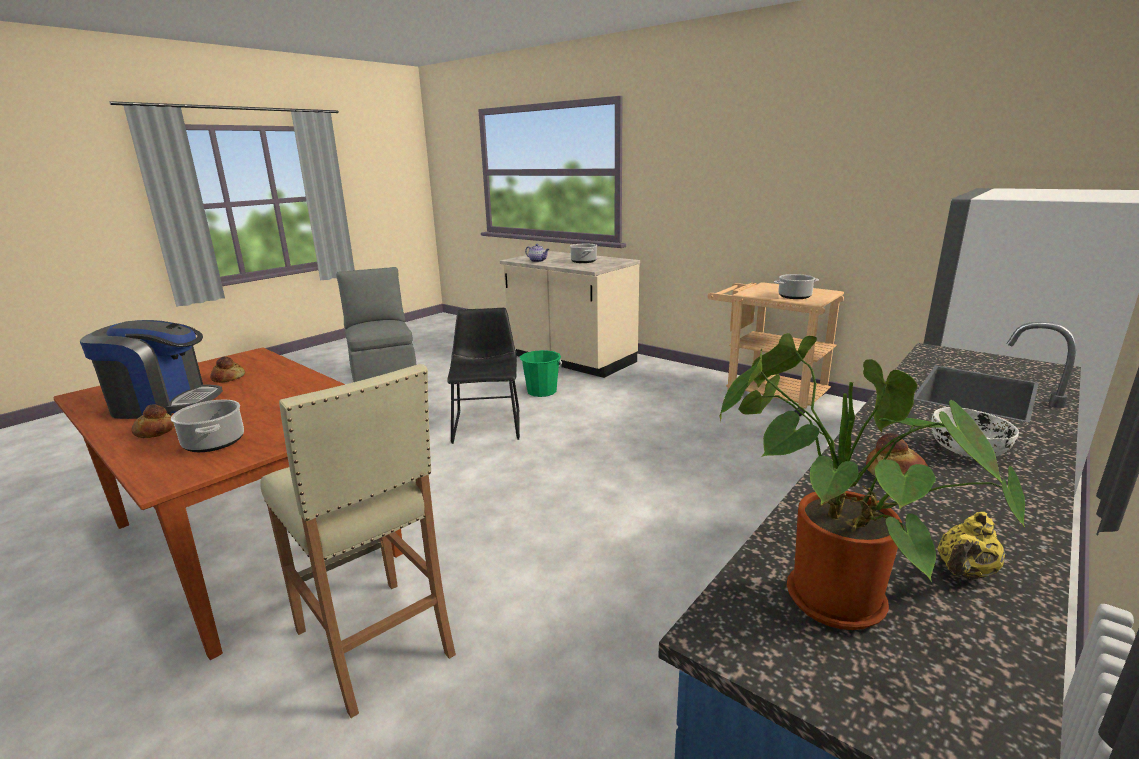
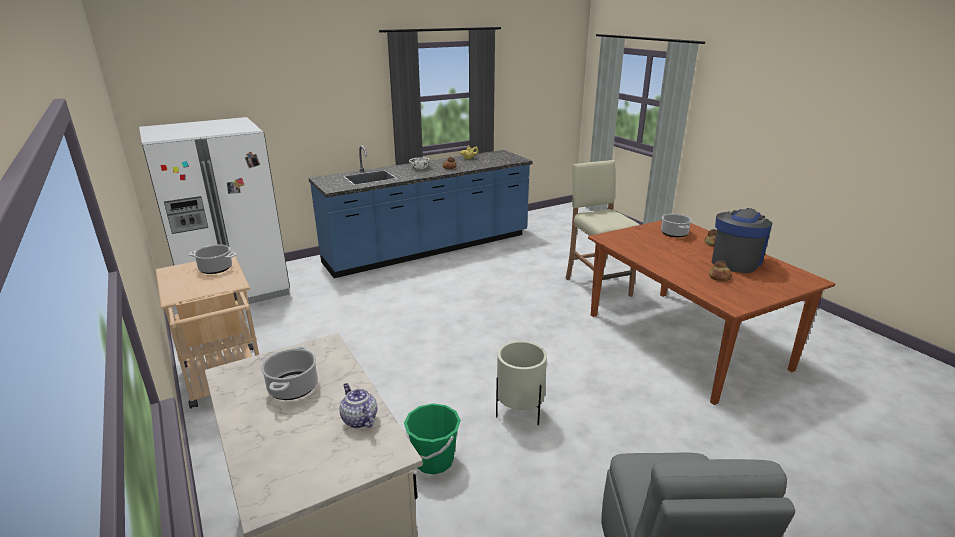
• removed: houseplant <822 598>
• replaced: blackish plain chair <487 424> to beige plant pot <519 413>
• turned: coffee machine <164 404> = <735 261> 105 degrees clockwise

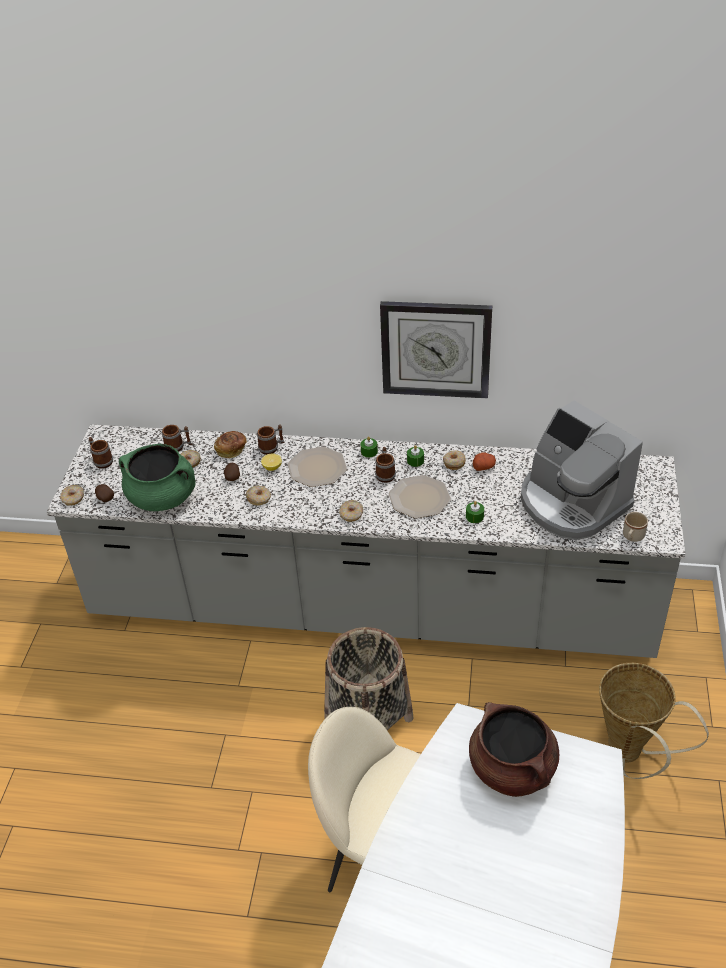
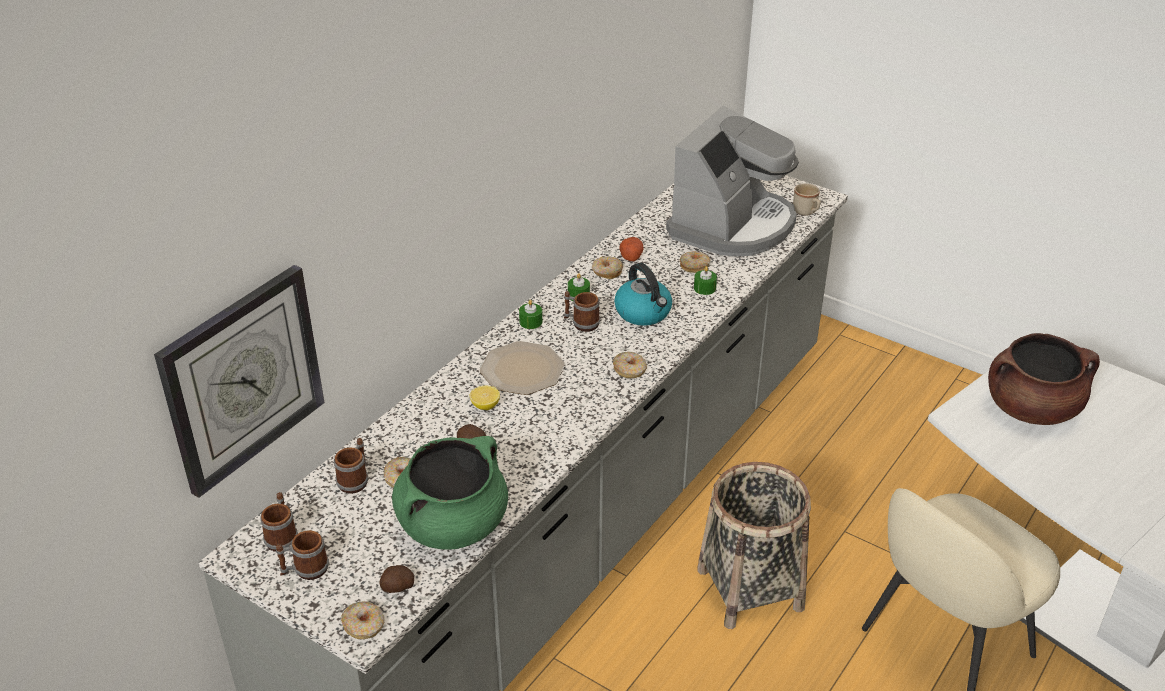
• removed: bread <231 450>
• removed: basket <630 756>
• moved: doughnut <259 498> to <694 266>
• moved: tea mug <272 447> to <282 536>
• moved: hanging clock <436 349> to <242 378>
• replaced: dinner plate <420 498> to tea kettle <644 313>
• turned: coffee machine <572 503> = <733 225> 45 degrees counterclockwise

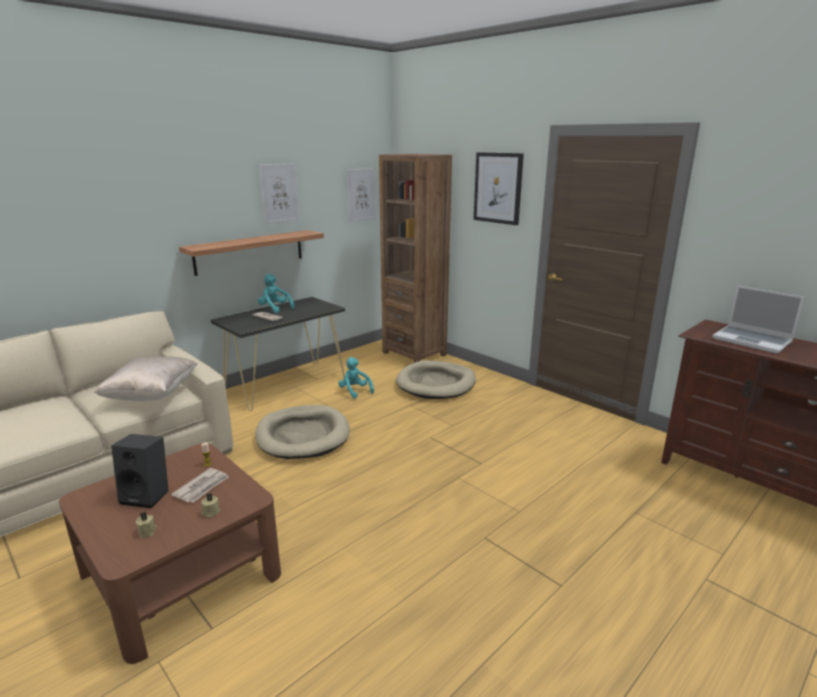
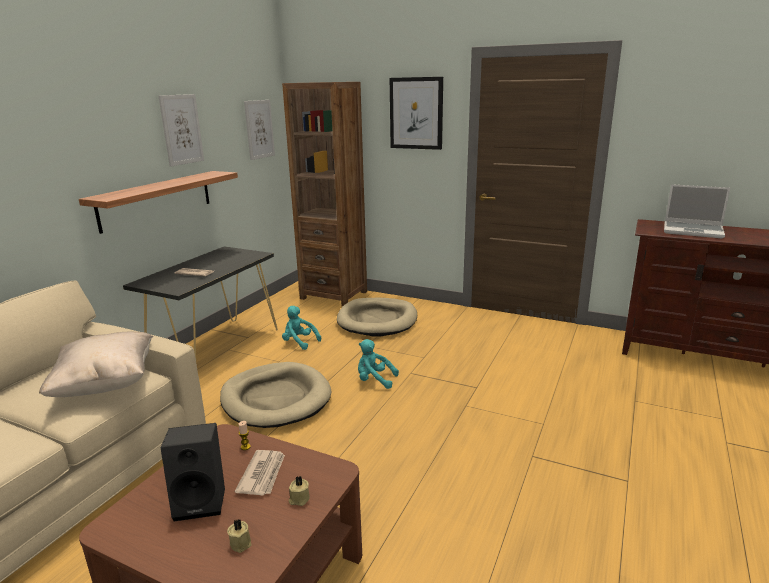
• moved: turquoise plush toy <275 309> to <374 380>

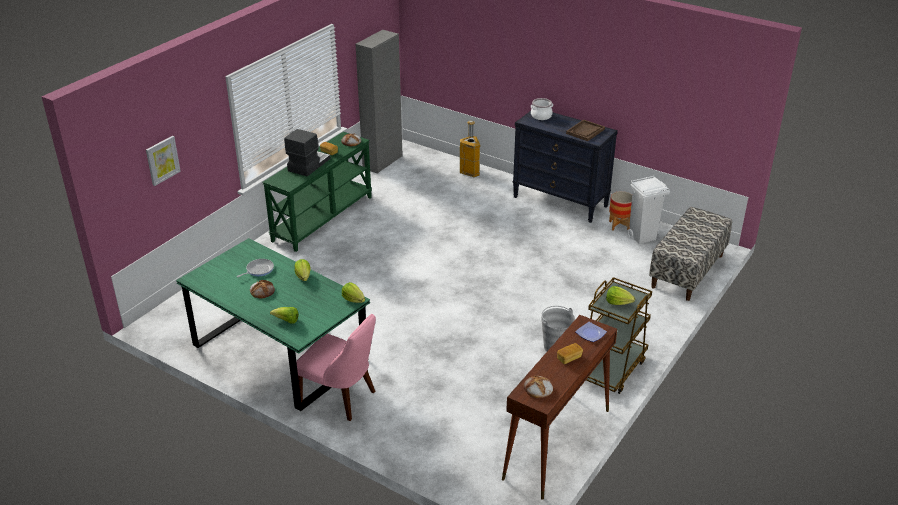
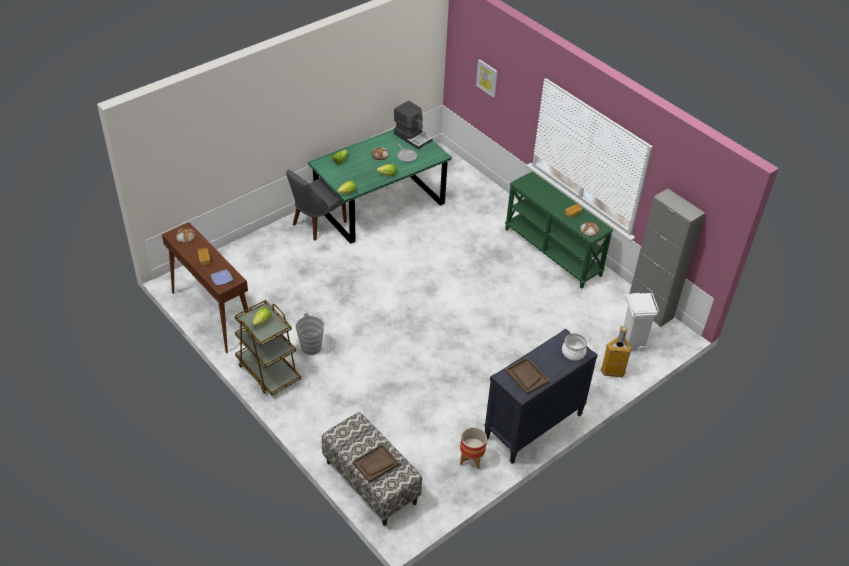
• added: brown serving tray <376 464>
• moved: coffee machine <308 165> to <412 137>
• moved: whitish trash can <642 237> to <632 344>
• recoloured: pinkish plain chair <340 398> to grey plain chair <317 224>

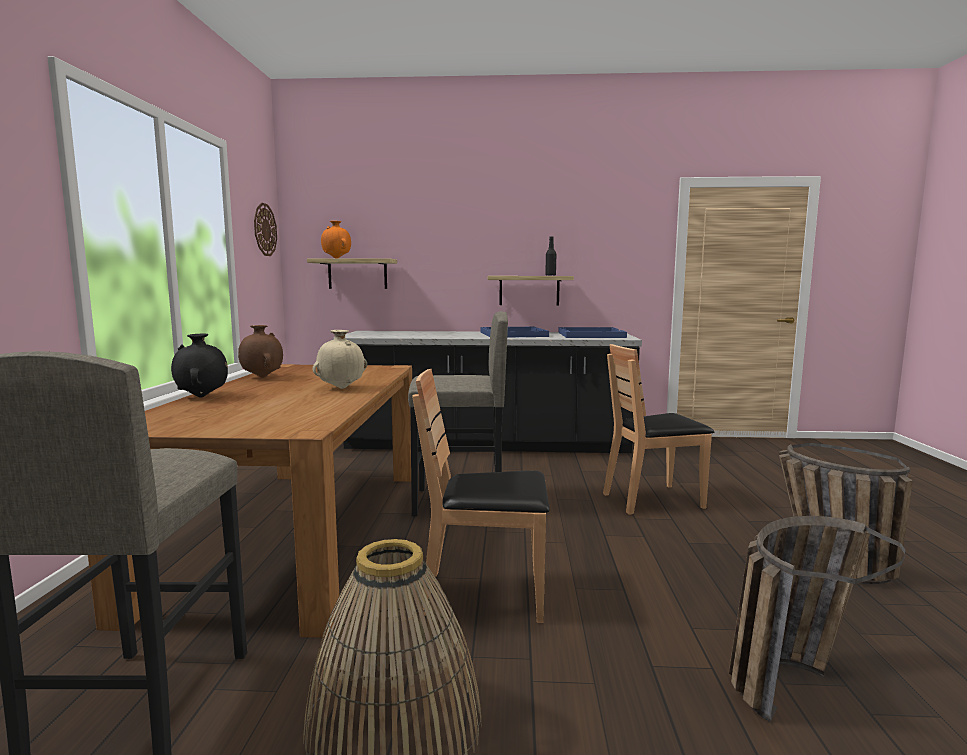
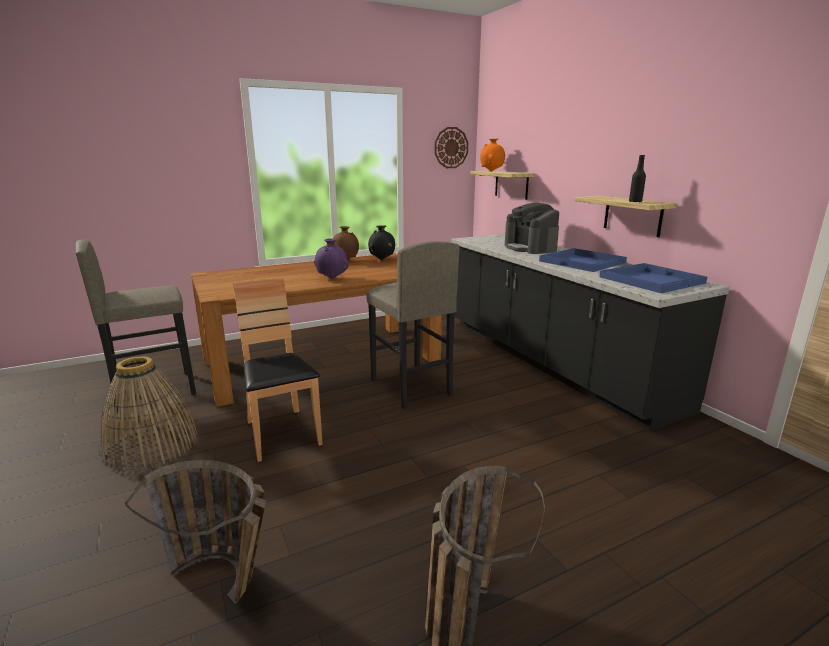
• removed: brown plain chair <653 500>
• added: coffee machine <530 248>
• moved: blackish vase <202 397> to <382 259>
• recoloured: beige vase <341 388> to purple-coloured vase <332 278>

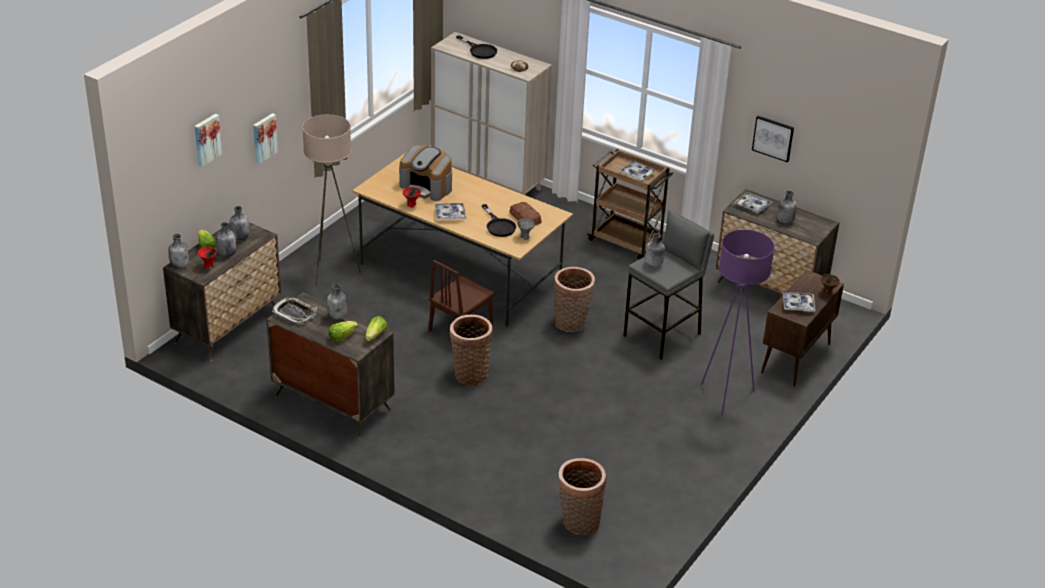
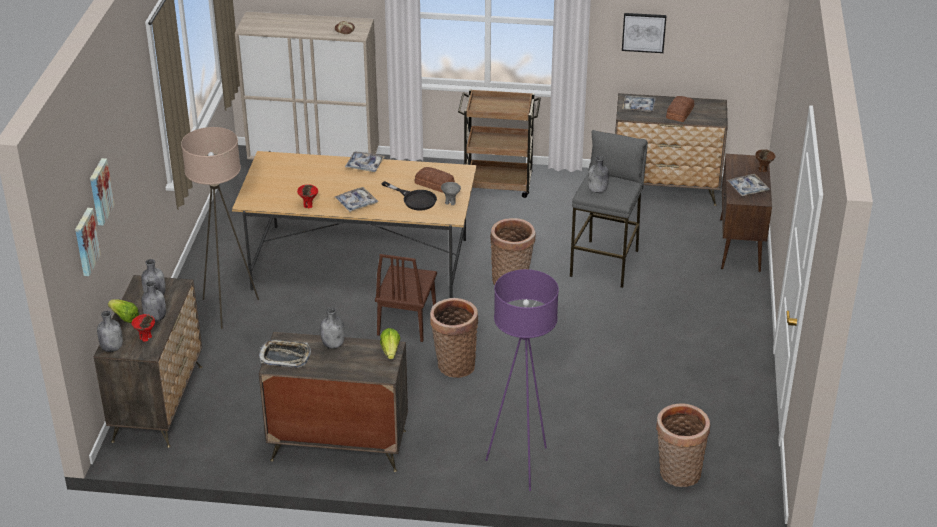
• removed: lettuce head <342 337>
• removed: coffee machine <427 187>
• removed: blackish skillet <480 50>
• moved: wall picture <264 138> to <85 241>
• moved: serving tray <637 174> to <364 165>
• moved: purple-coloured standing lamp <726 396> to <521 465>
• replaced: grey beverage bottle <784 221> to bread <679 113>

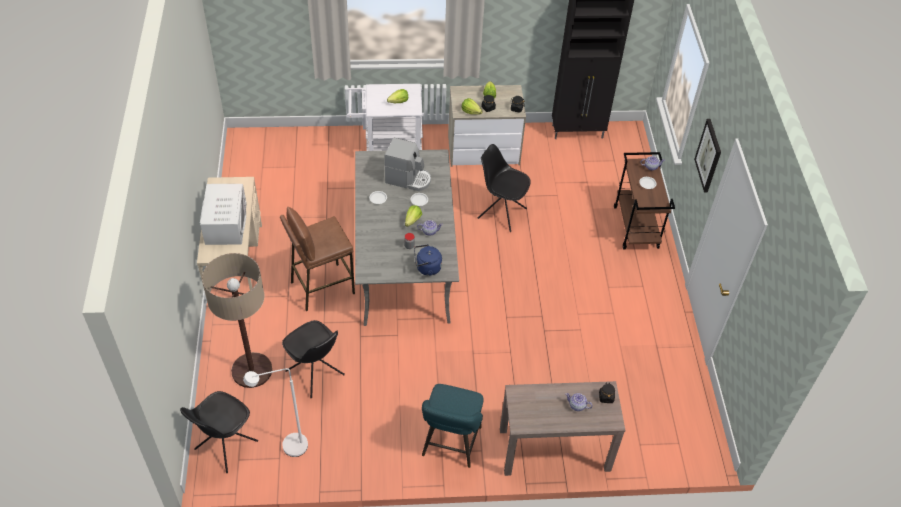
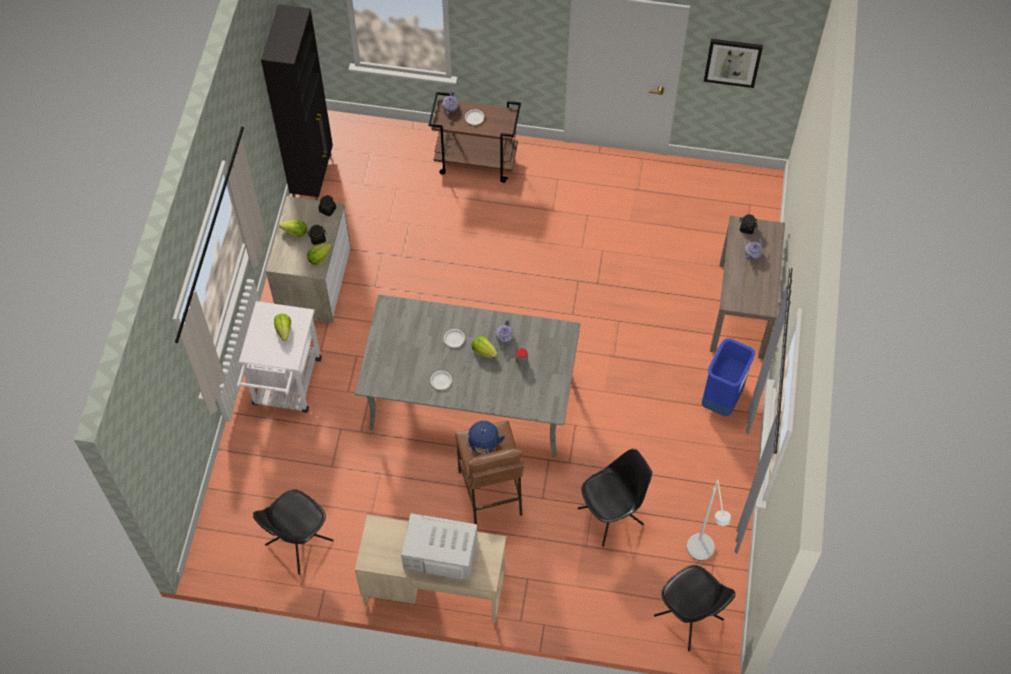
• removed: standing lamp <252 370>
• removed: coffee machine <408 179>
• moved: bluish tea kettle <427 268> to <483 444>
• moved: blackish plain chair <501 213> to <298 543>
• moved: wall picture <708 155> to <732 62>
• replaced: turquoise stool seat <450 444> to bluish trash can <721 399>

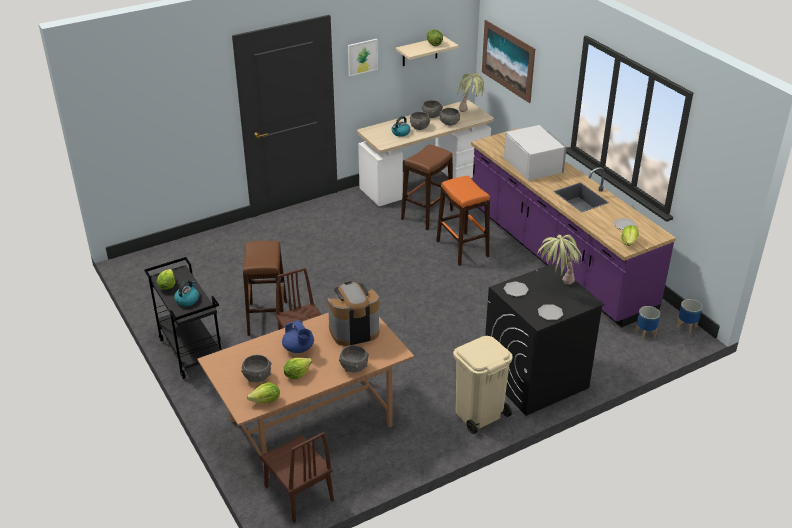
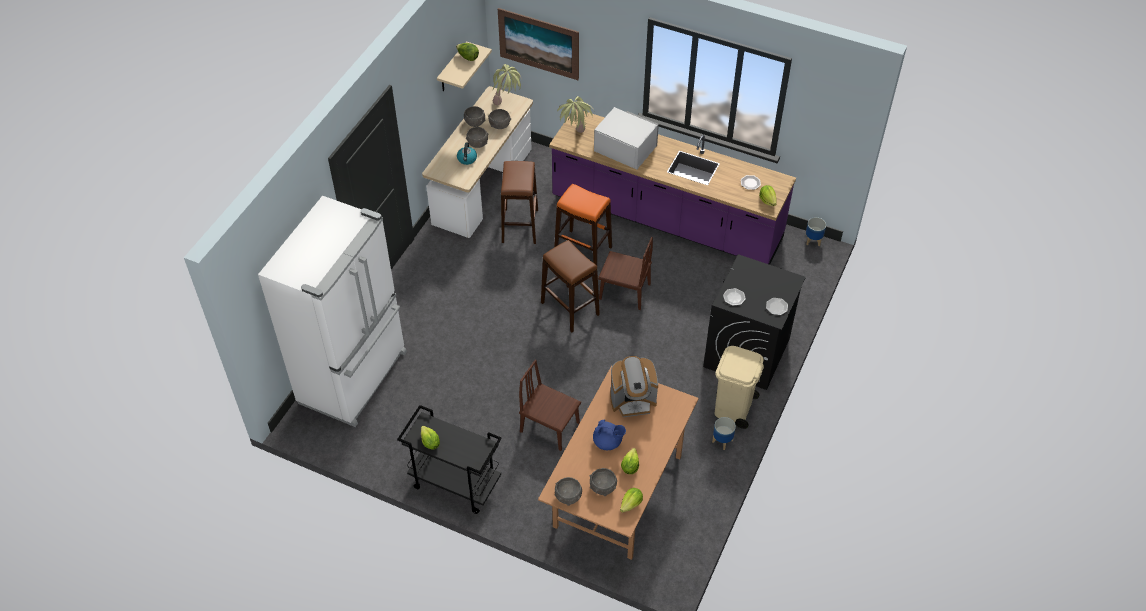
• removed: tea kettle <187 300>
• removed: wall picture <362 57>
• added: whitish refrigerator <355 378>
• moved: brown stool seat <267 318> to <569 308>
• moved: brown plain chair <299 493> to <624 291>
• moved: grey bowl <354 367> to <568 496>
• moved: houseplant <556 286> to <575 137>
• moved: plant pot <645 333> to <722 441>
• turned: coffee machine <354 331> = <633 400> 135 degrees counterclockwise

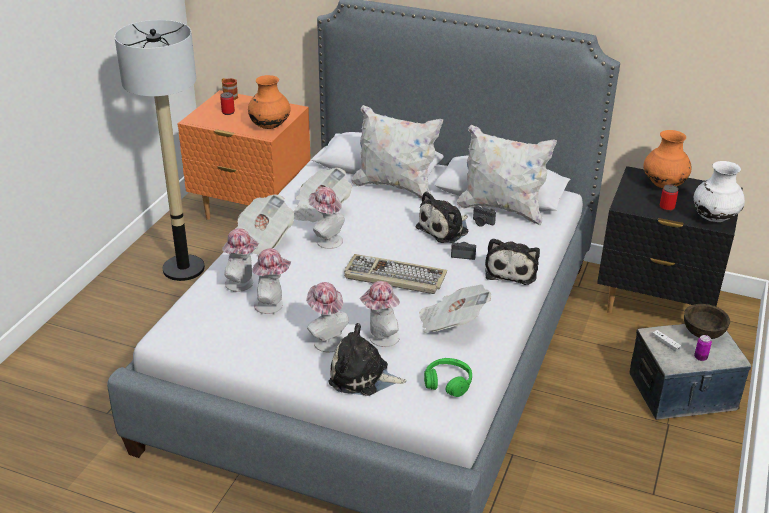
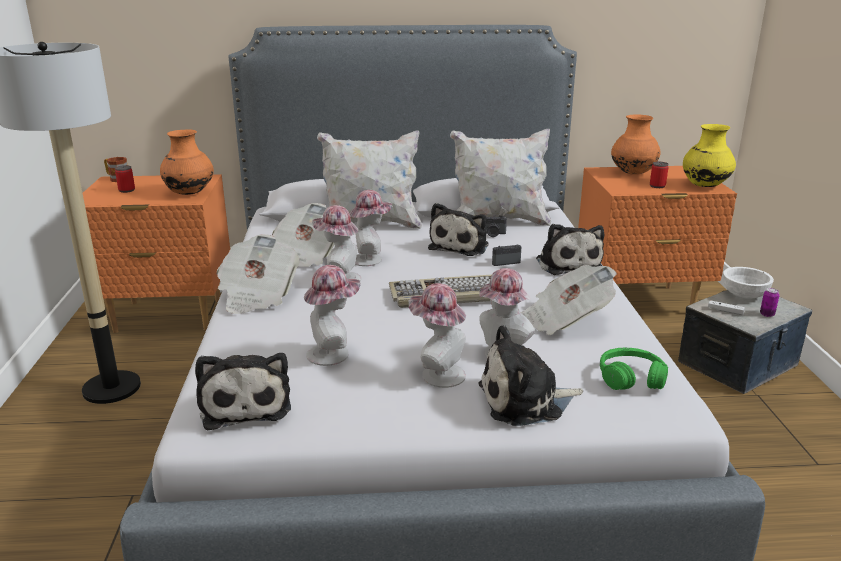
• added: plush toy <245 404>
• moved: clothing hat <243 283> to <370 259>
• recoloured: blackish bedside table <655 305> to orange bedside table <639 302>
• recoloured: brown bowl <703 332> to whitish bowl <743 295>
• recoloured: whitish vase <714 218> to yellow-coloured vase <705 186>

